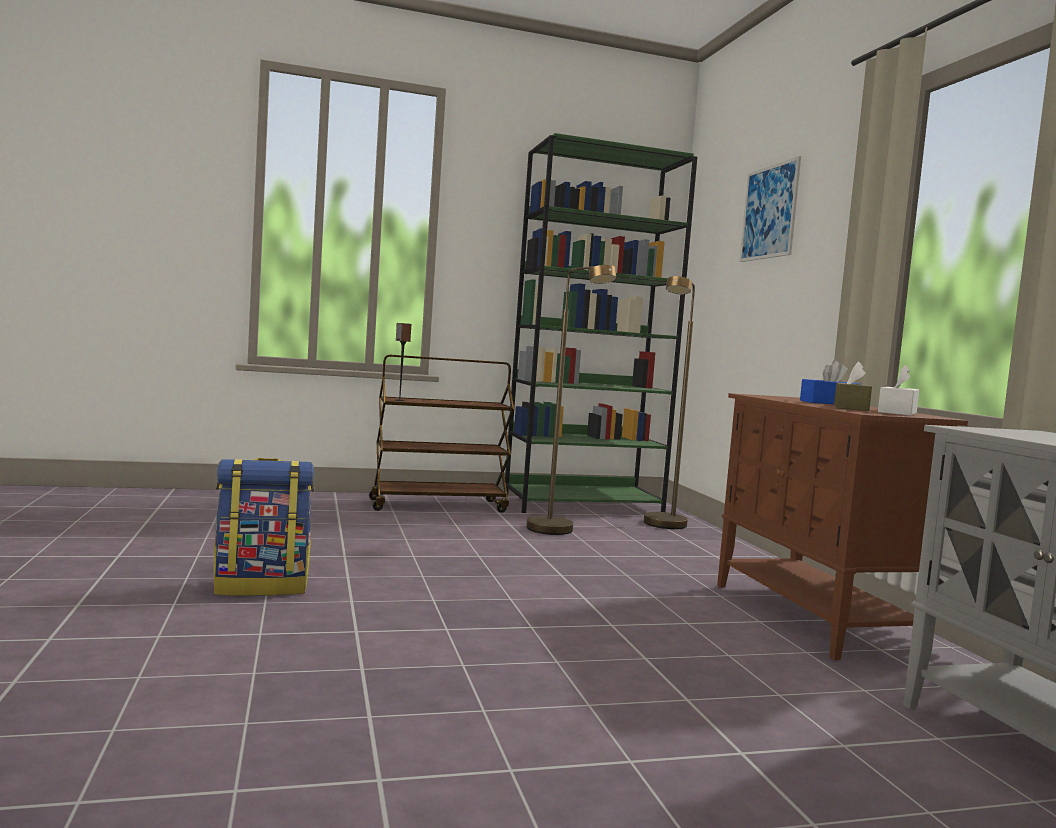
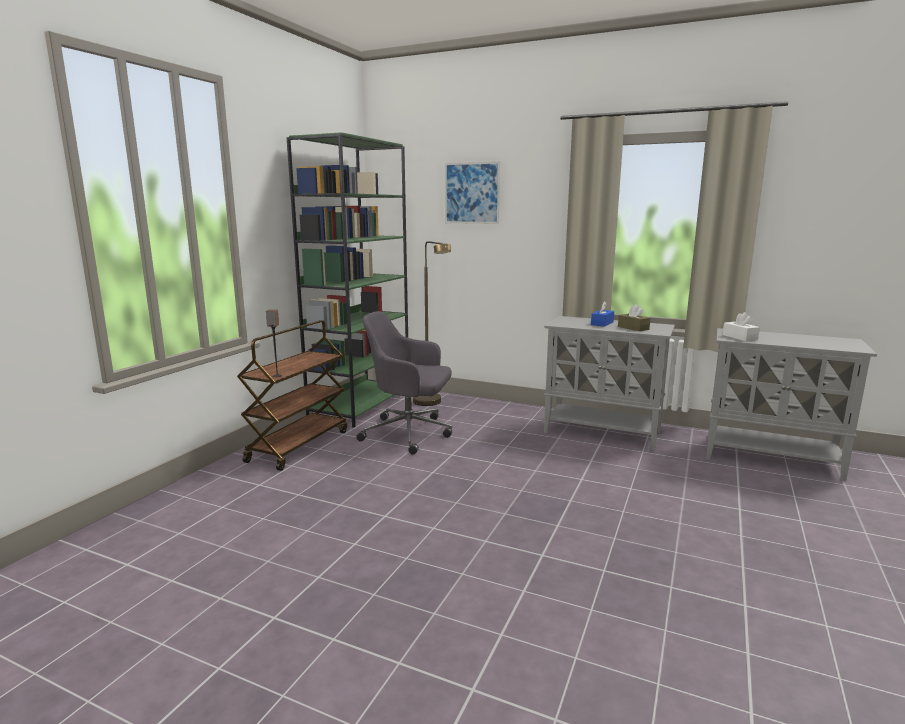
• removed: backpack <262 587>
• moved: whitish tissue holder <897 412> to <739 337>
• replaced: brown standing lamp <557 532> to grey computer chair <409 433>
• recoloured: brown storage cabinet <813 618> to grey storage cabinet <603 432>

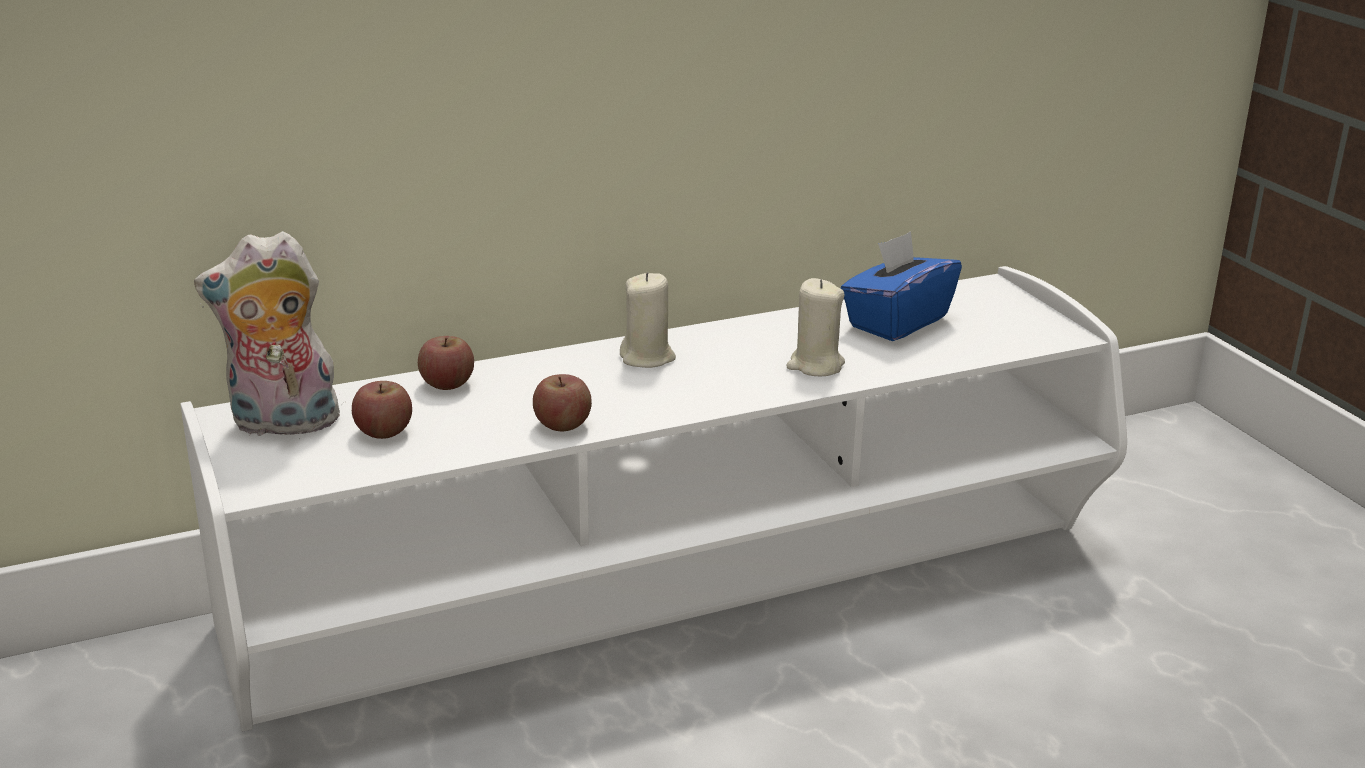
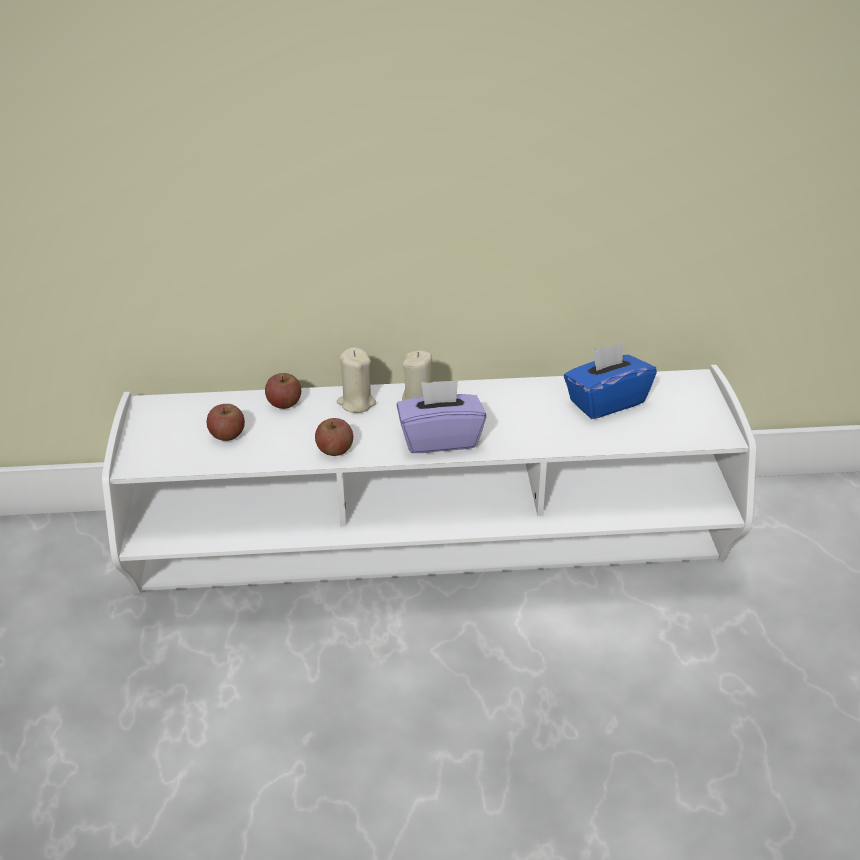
• removed: plush toy <282 425>
• added: purple-coloured tissue holder <440 439>
• moved: beige wax candle <815 365> to <356 403>

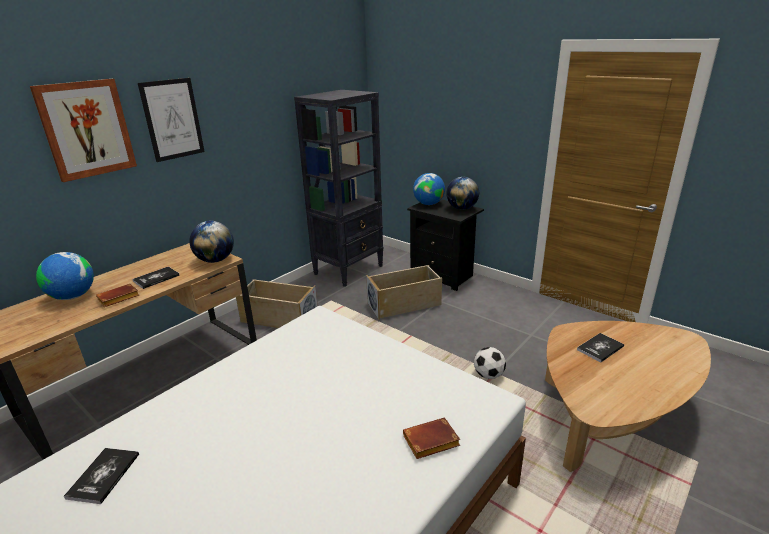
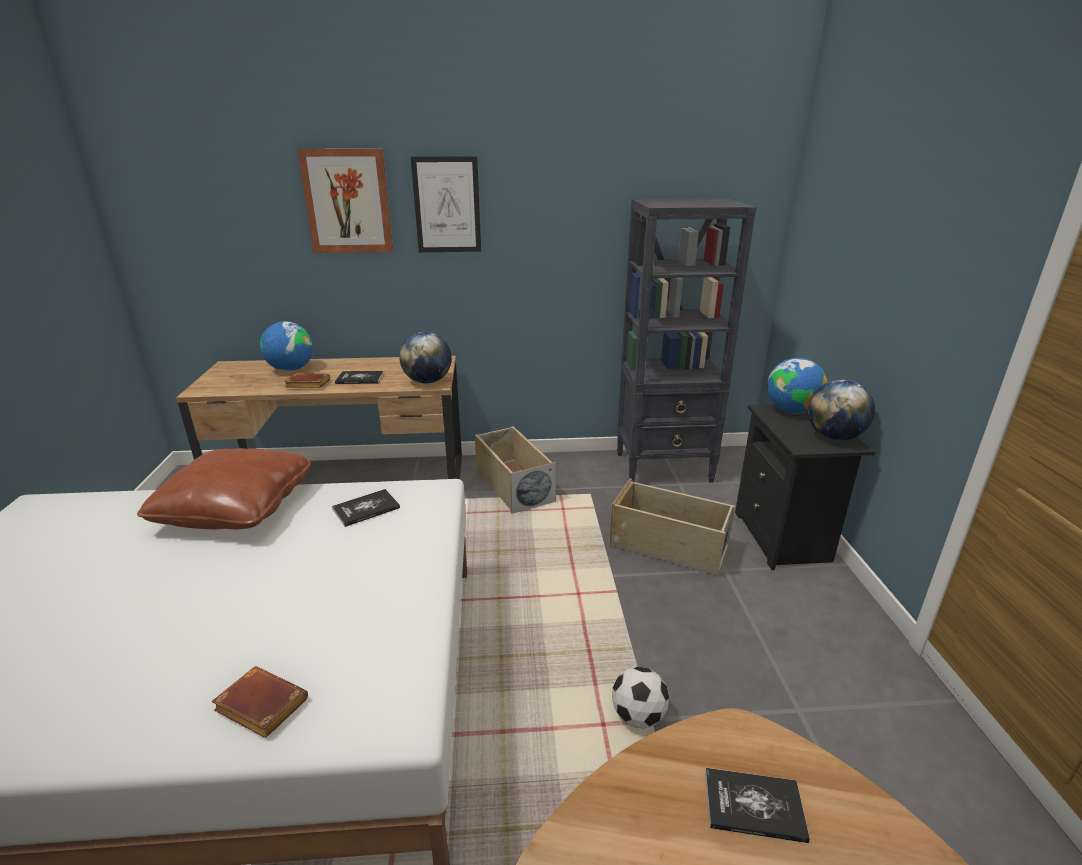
• added: brown pillow <236 508>
• moved: bound book <104 476> to <366 509>

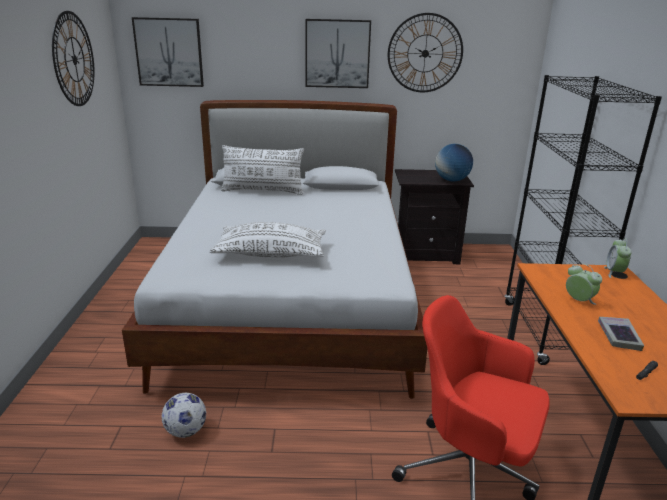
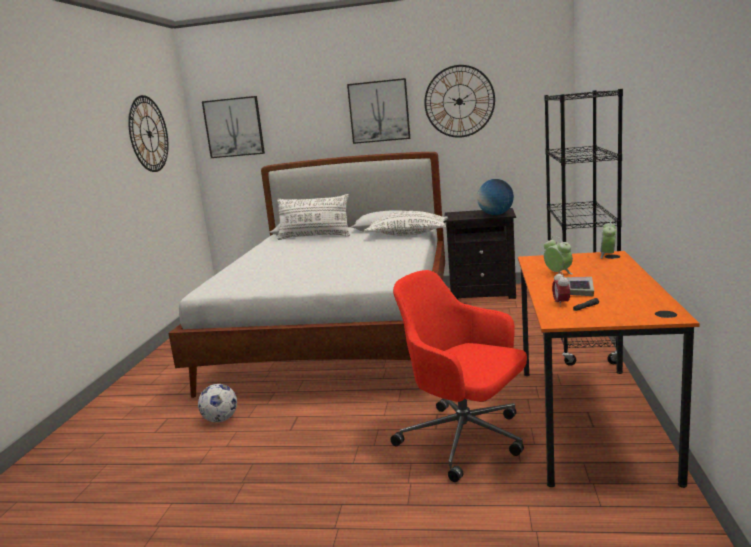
• added: table clock <561 303>
• moved: whitish pillow <271 254> to <407 234>

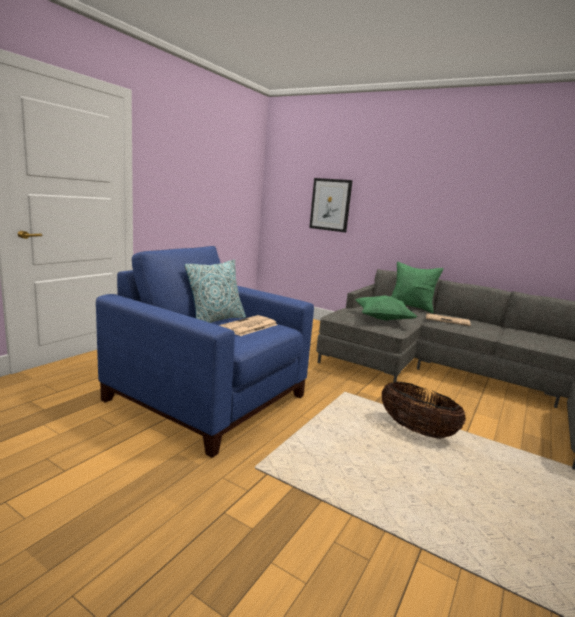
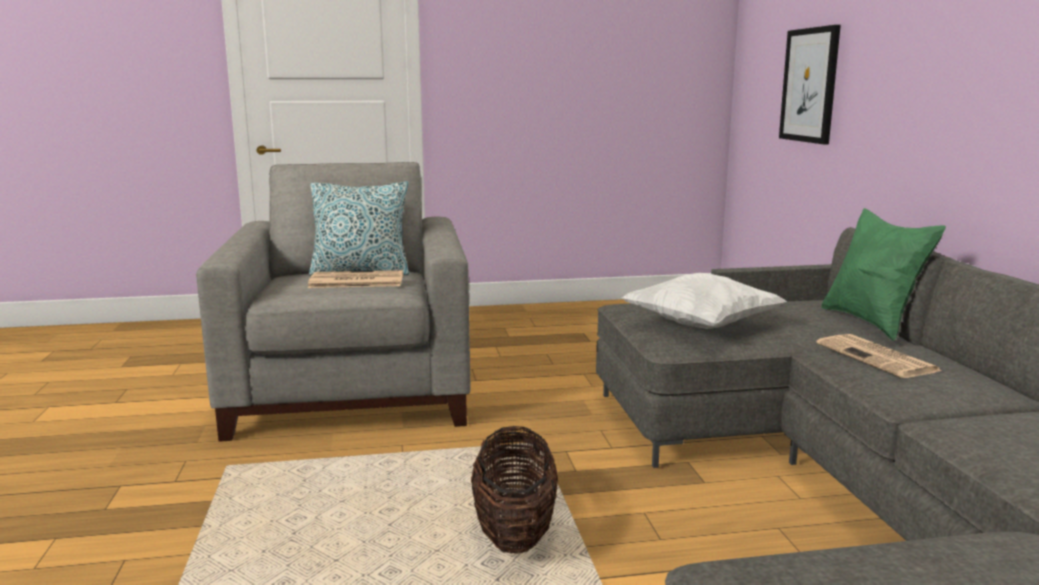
• recoloured: bluish armchair <210 398> to grey armchair <353 390>
• recoloured: green pillow <382 319> to whitish pillow <701 326>

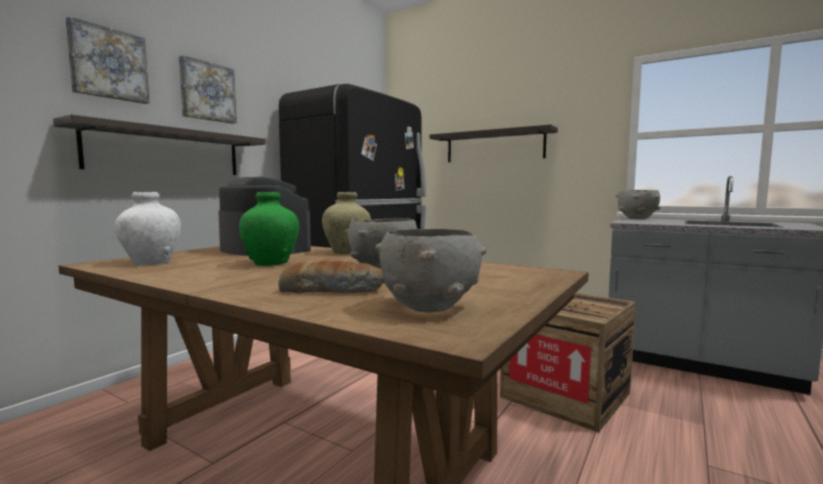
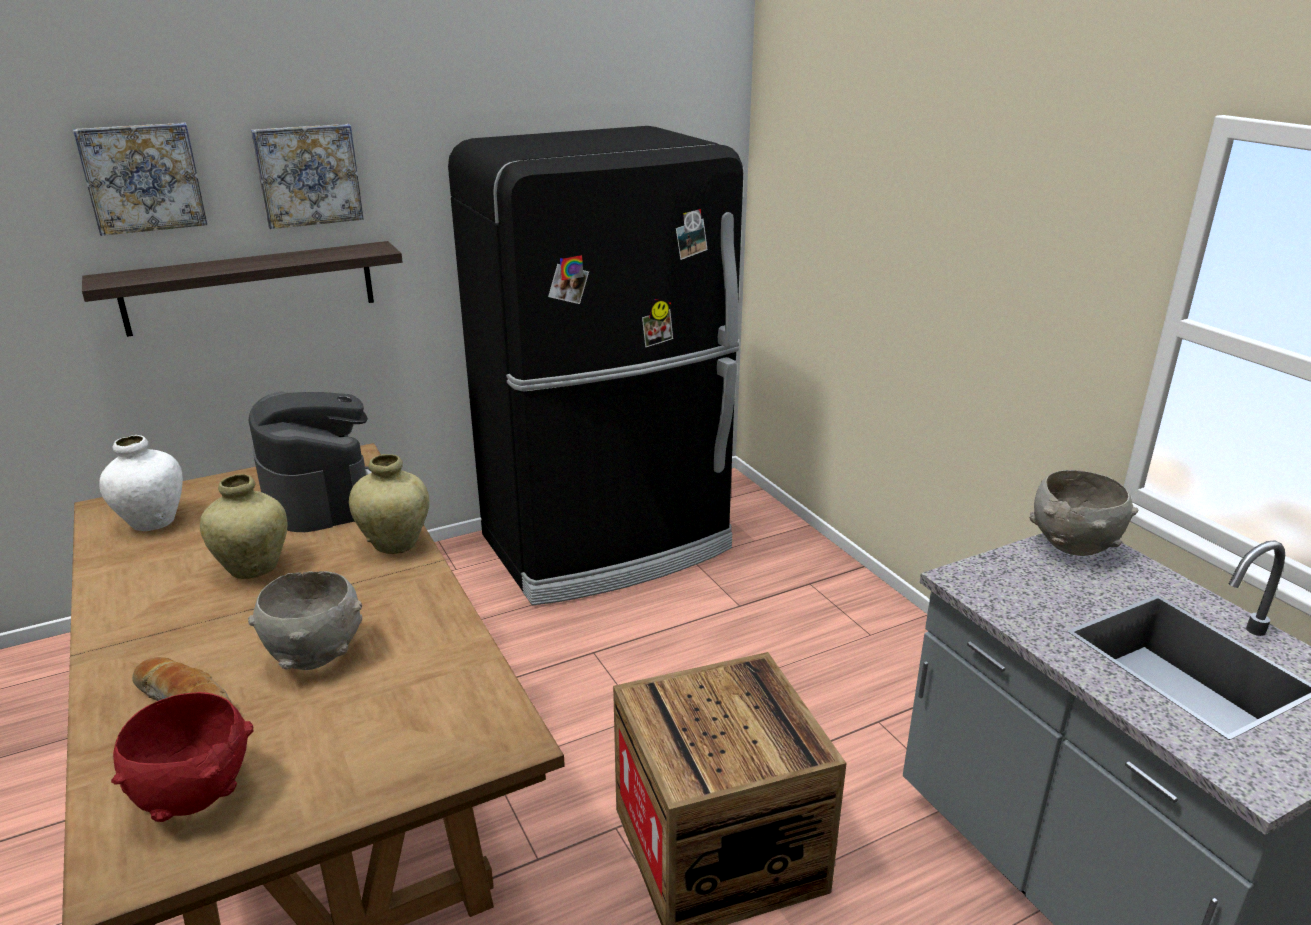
• removed: shelf <494 146>
• recoloured: green vase <271 263> to beige vase <254 568>
• recoloured: grey bowl <430 307> to red bowl <195 796>

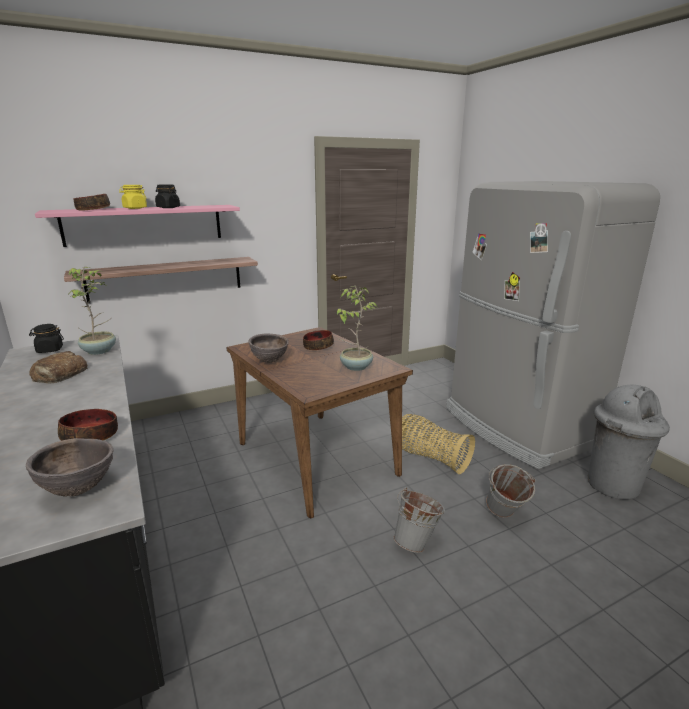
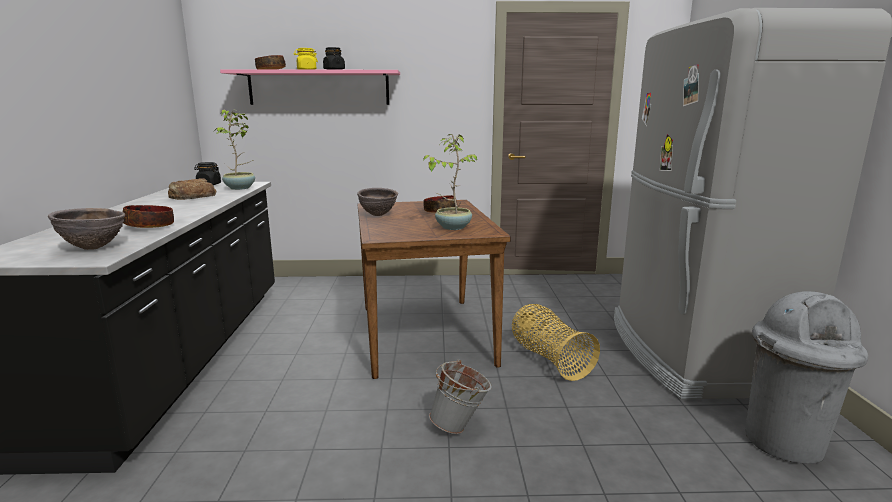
• removed: shelf <166 279>
• removed: grey water bucket <504 516>

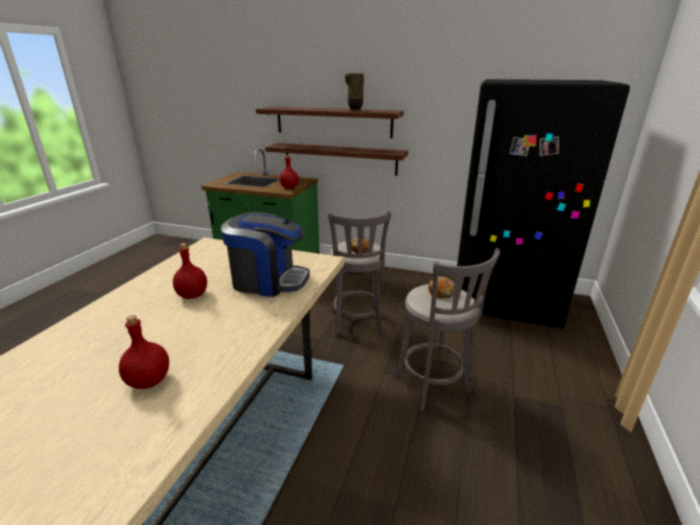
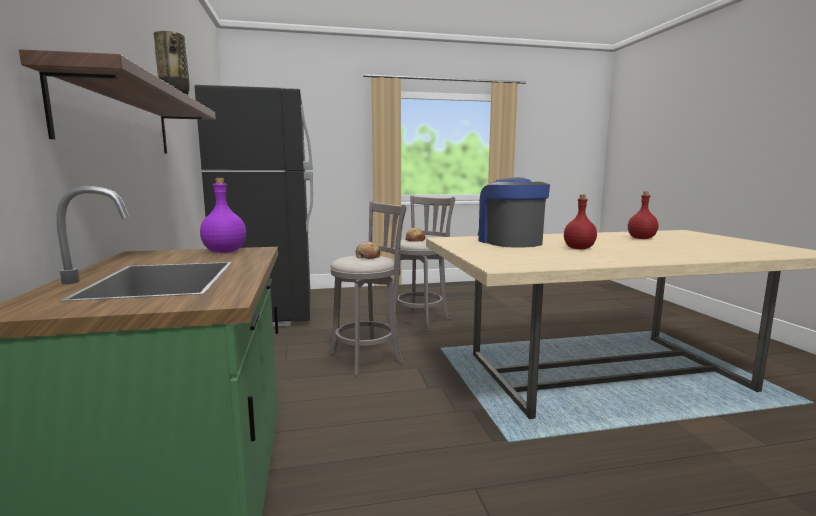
• removed: shelf <339 158>
• recoloured: red beverage bottle <289 187> to purple-coloured beverage bottle <225 251>

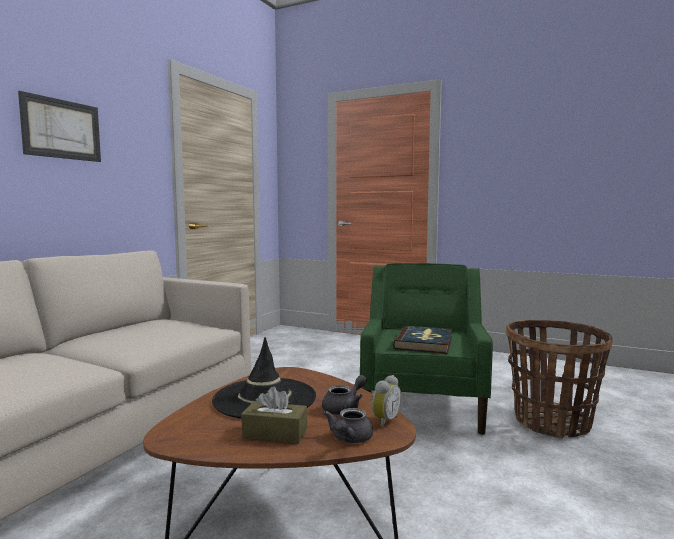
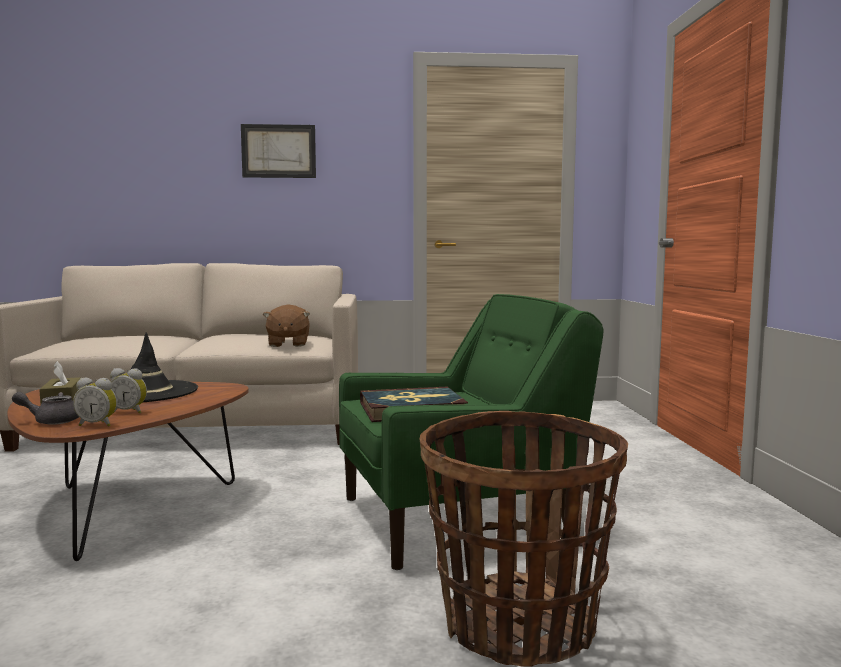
• added: brown plush toy <287 344>
• replaced: grey pot for tea <345 408> to table clock <129 412>

